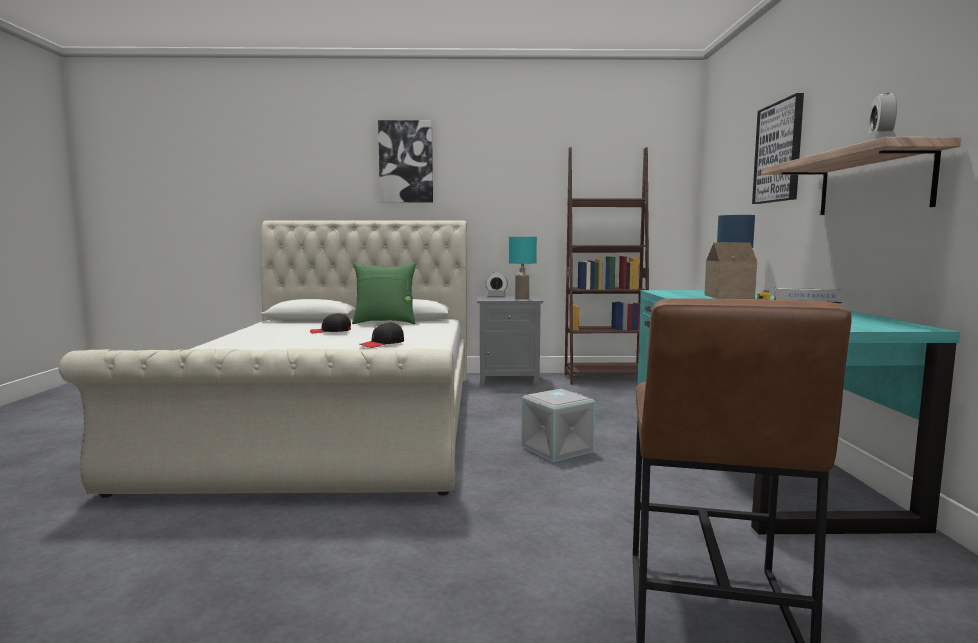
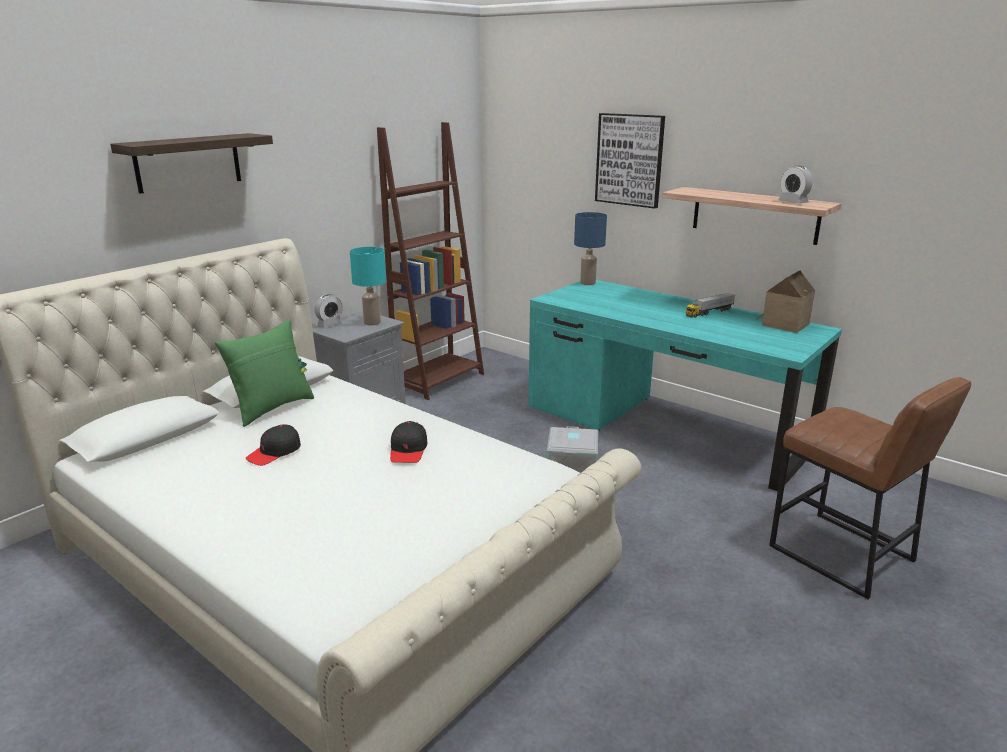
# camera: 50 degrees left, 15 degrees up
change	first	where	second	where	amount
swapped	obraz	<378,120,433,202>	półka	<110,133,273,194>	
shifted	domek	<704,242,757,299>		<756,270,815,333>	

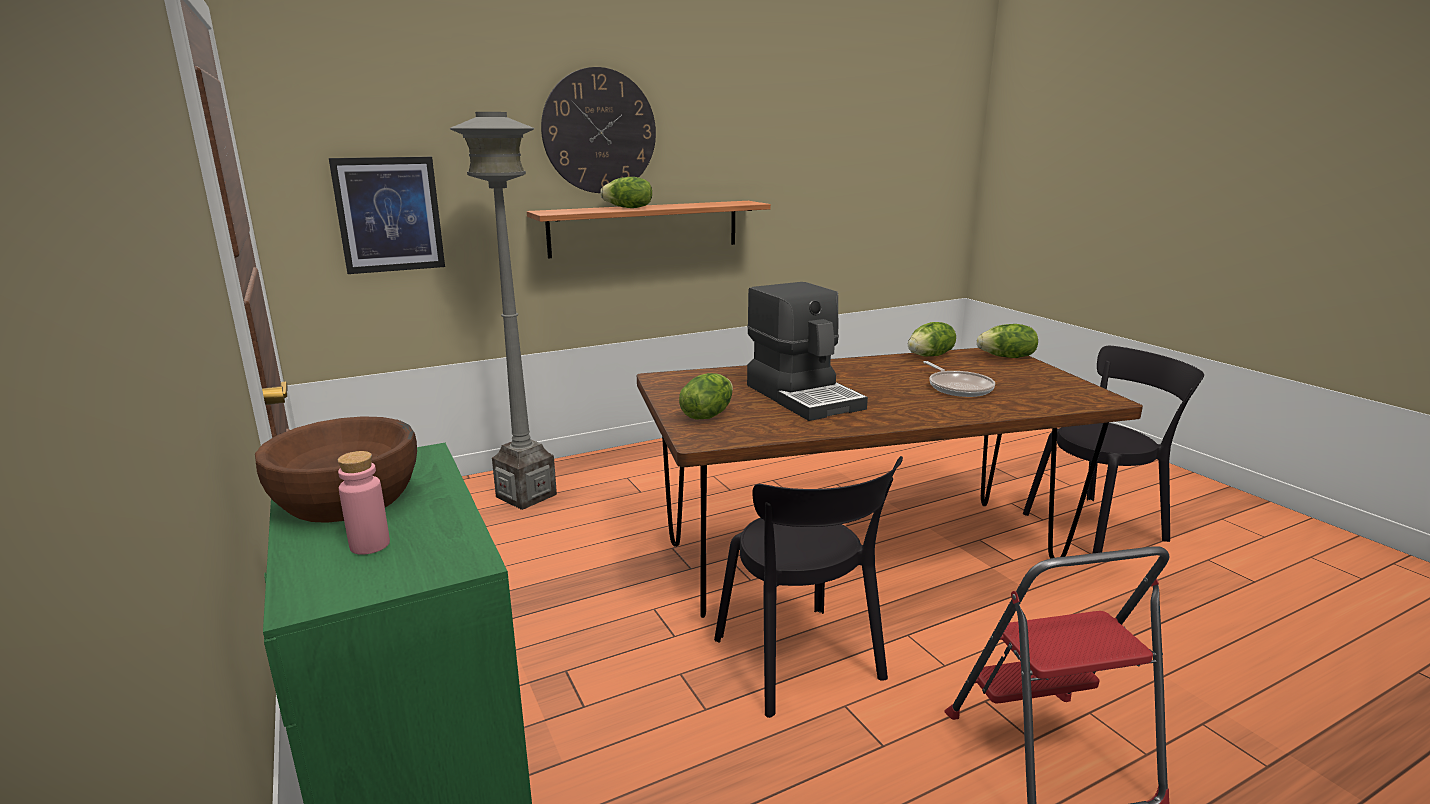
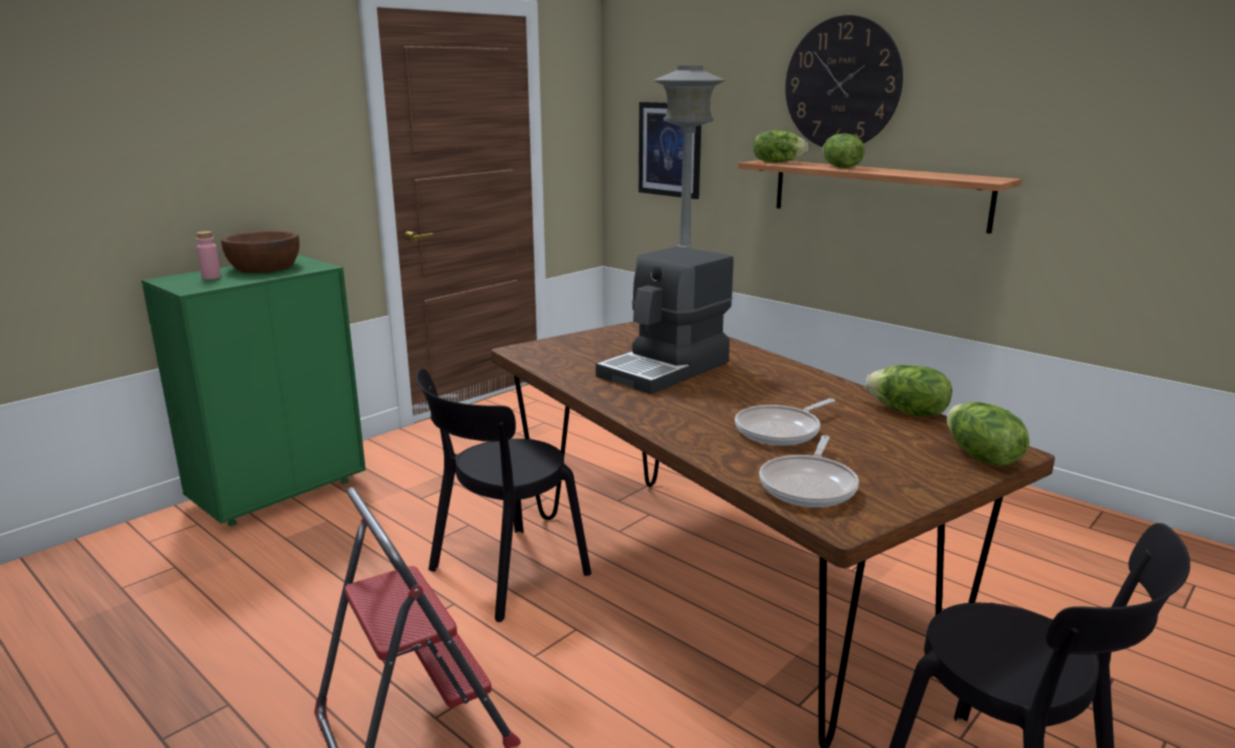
# camera: 70 degrees right, 0 degrees up
change	first	where	second	where	amount
shifted	sałata	<679,373,733,420>		<753,130,808,163>	
new			patelnia	<759,435,859,507>	

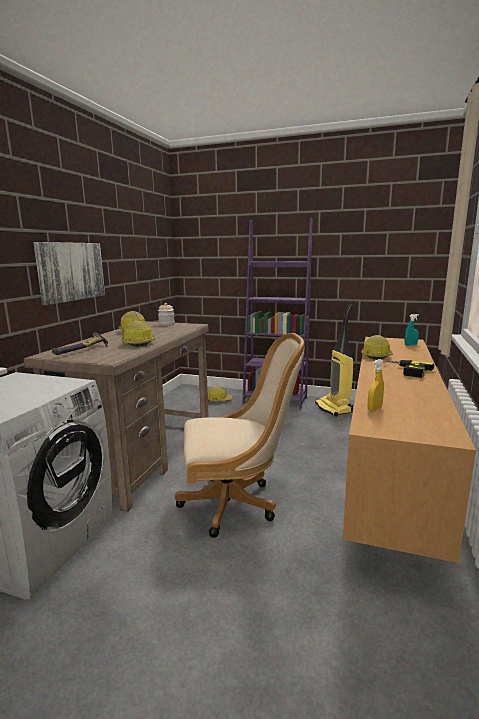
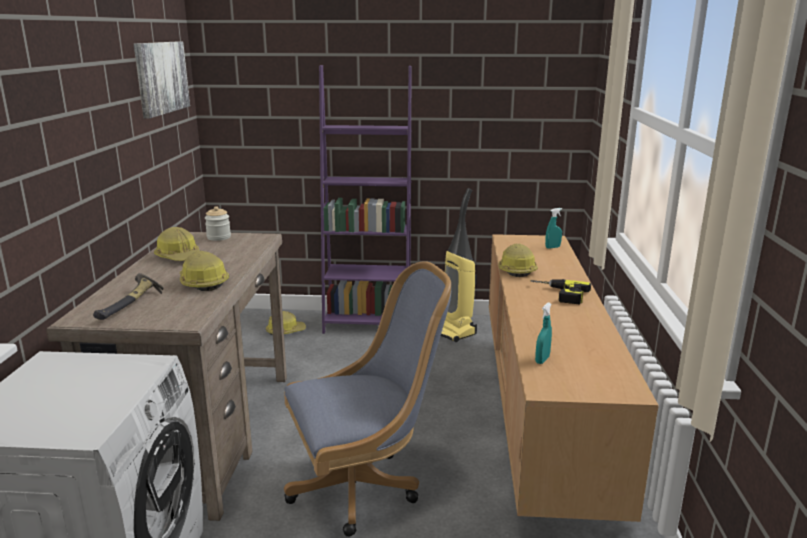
# camera: 15 degrees left, 5 degrees up
change	first	where	second	where	amount
shifted	obraz	<33,242,105,305>		<134,41,190,119>	
repainted	krzesło biurowe (beżowy)	<175,333,304,538>	krzesło biurowe (niebieski)	<284,261,451,537>	
repainted	spryskiwacz (żółty)	<368,359,384,412>	spryskiwacz (turkusowy)	<535,302,552,364>	

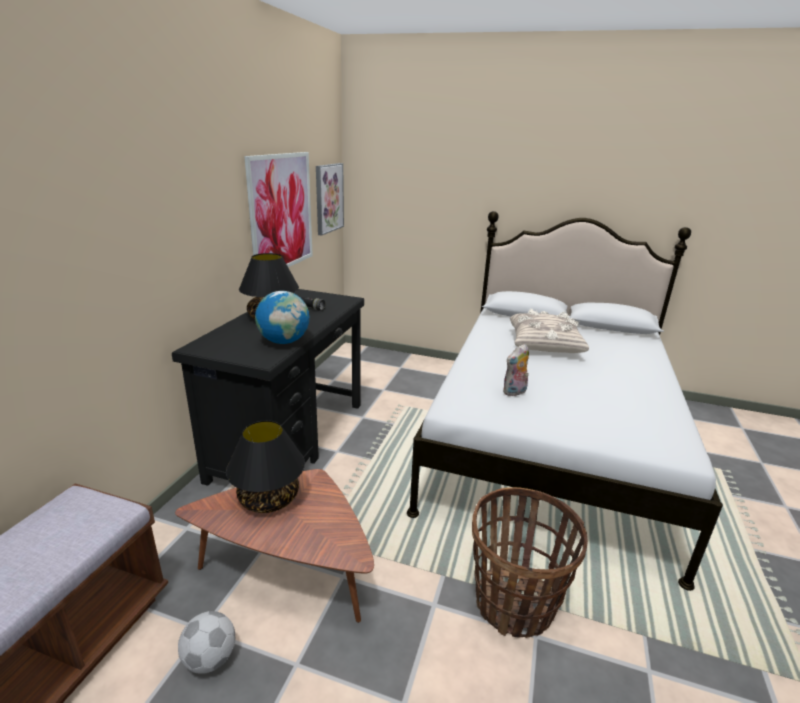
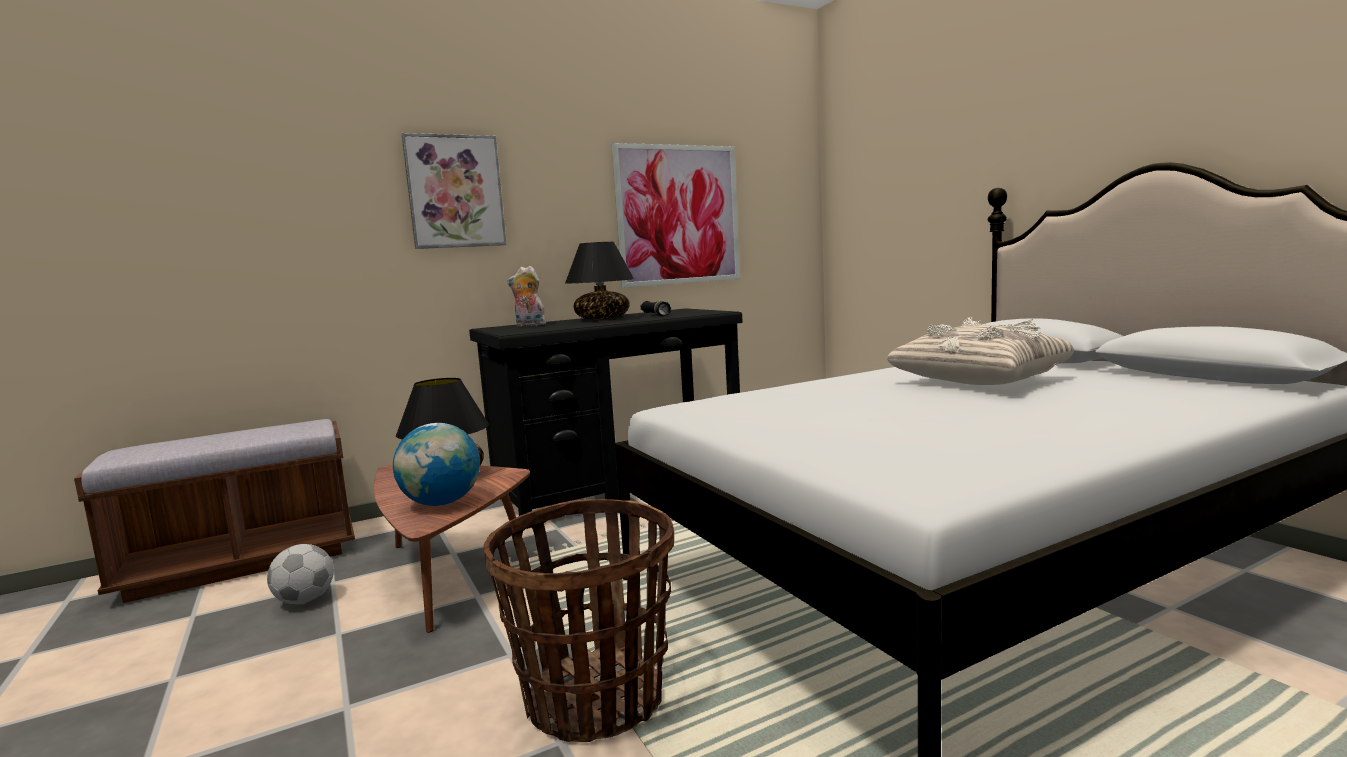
# camera: 45 degrees right, 15 degrees down
change	first	where	second	where	amount
shifted	globus	<255,291,310,344>		<393,423,480,506>	
shifted	obraz	<316,163,344,236>		<402,133,507,249>	
shifted	pluszak	<503,344,529,396>		<507,266,546,326>	

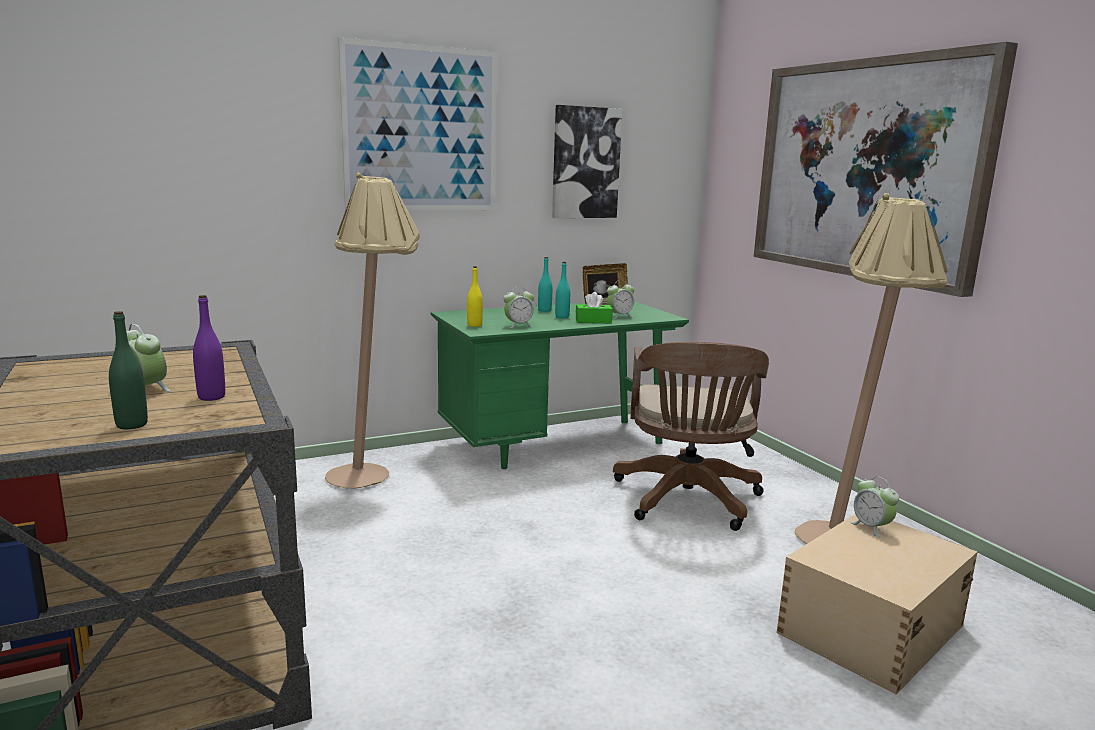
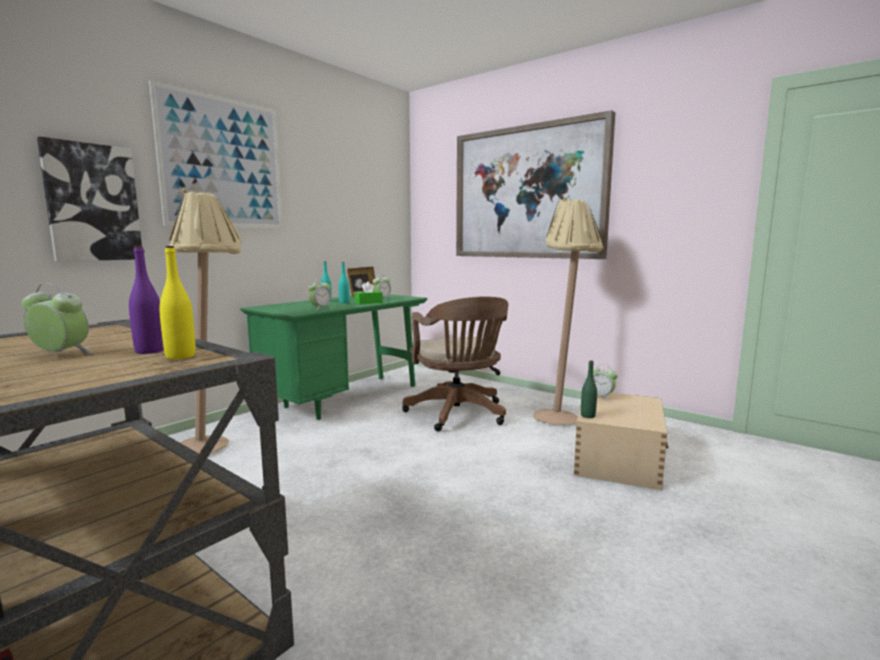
# camera: 25 degrees left, 5 degrees down
change	first	where	second	where	amount
shifted	obraz	<552,105,623,218>		<37,136,142,261>	
shifted	butelka (żółty)	<467,266,483,327>		<159,246,196,359>	
shifted	butelka (zielony)	<109,311,148,429>		<581,360,597,418>	

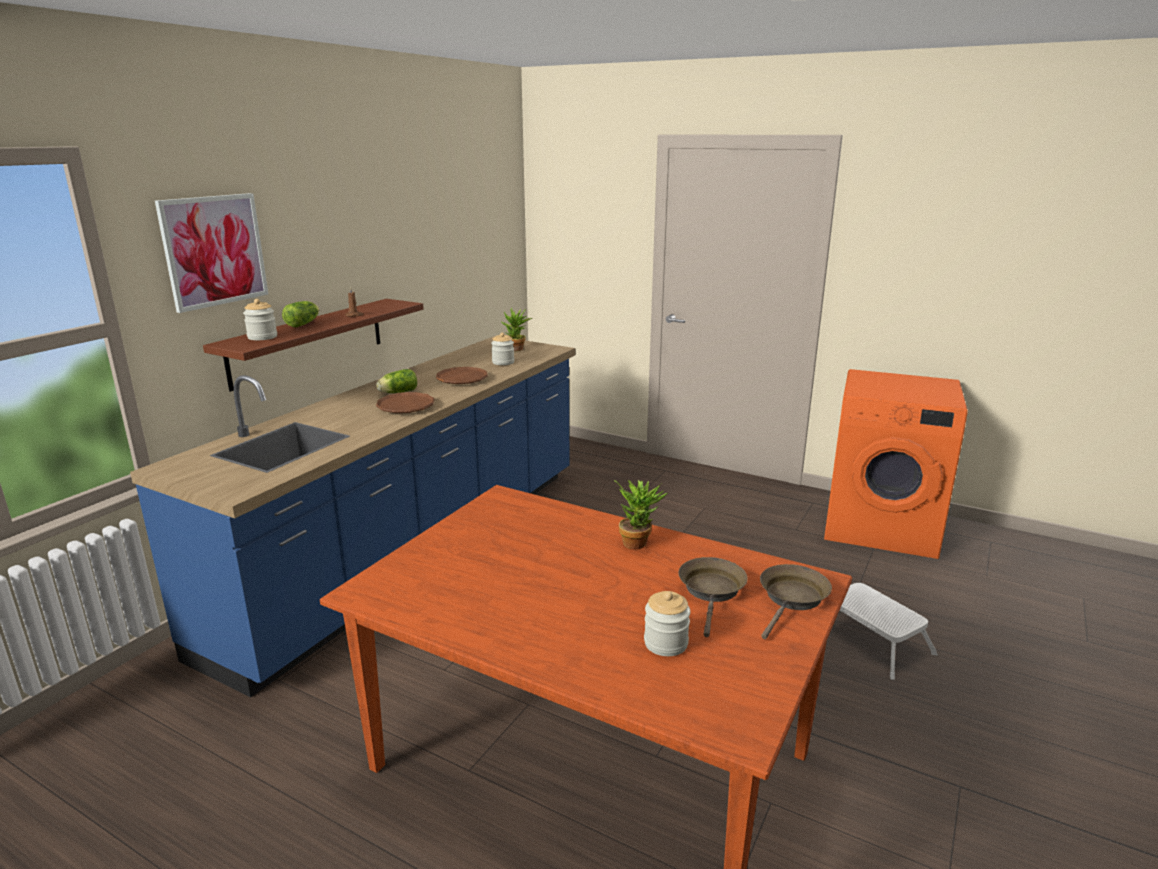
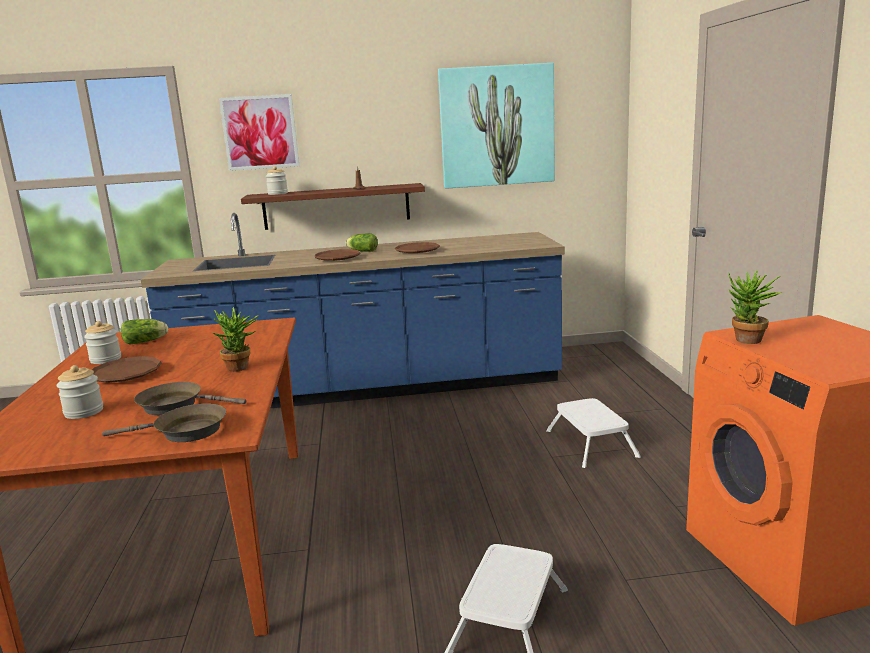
# camera: 55 degrees right, 5 degrees down
change	first	where	second	where	amount
shifted	słoik	<491,333,514,365>		<84,321,121,364>	
new			talerz (brązowy)	<92,356,162,383>	
shifted	sałata	<282,301,319,327>		<121,319,168,344>	
rotated	patelnia (brązowy)	<678,557,748,637>		<134,382,246,415>	150 degrees counterclockwise
new			obraz	<438,63,555,189>	
new			drabinka (biały)	<546,398,641,468>	
shifted	roślina doniczkowa	<501,308,532,351>		<729,270,782,344>	

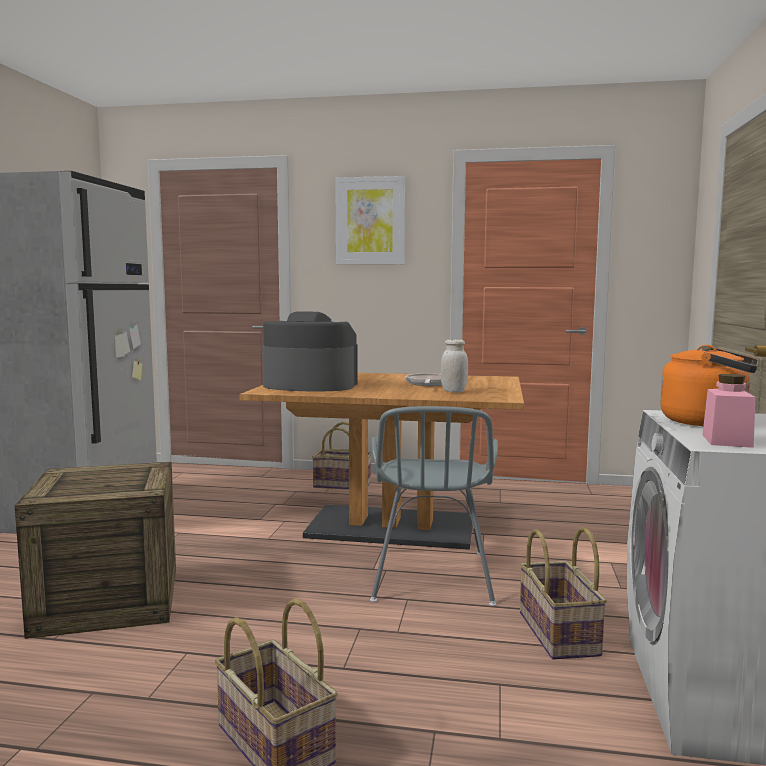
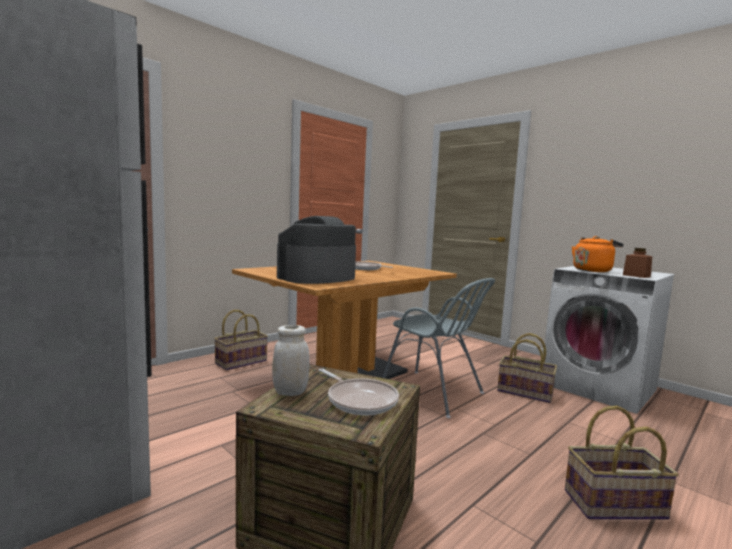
# camera: 55 degrees left, 0 degrees up
change	first	where	second	where	amount
shifted	słoik (biały)	<441,339,468,392>		<272,325,310,396>	
new			patelnia	<318,368,399,415>	
repainted	słoik (różowy)	<702,374,755,448>	słoik (brązowy)	<623,248,652,278>	
gone	obraz	<335,176,405,265>			

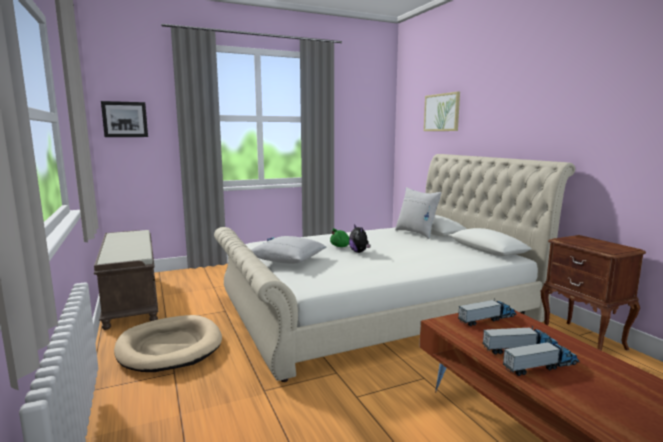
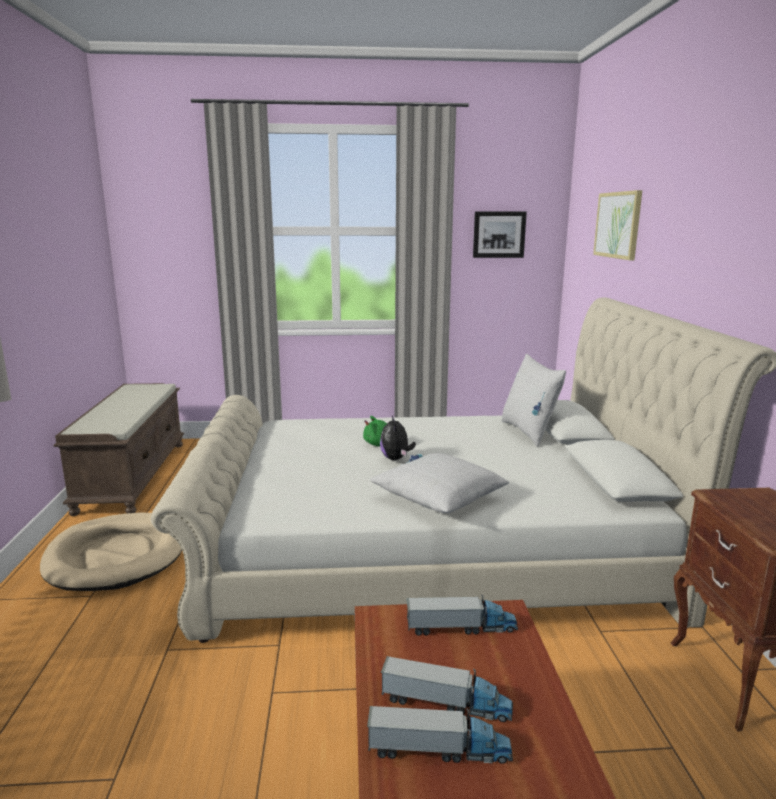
# camera: 20 degrees right, 5 degrees up
change	first	where	second	where	amount
shifted	poduszka (szary)	<251,236,326,264>		<370,453,509,513>	
shifted	obraz	<101,101,148,137>		<473,211,527,258>	

